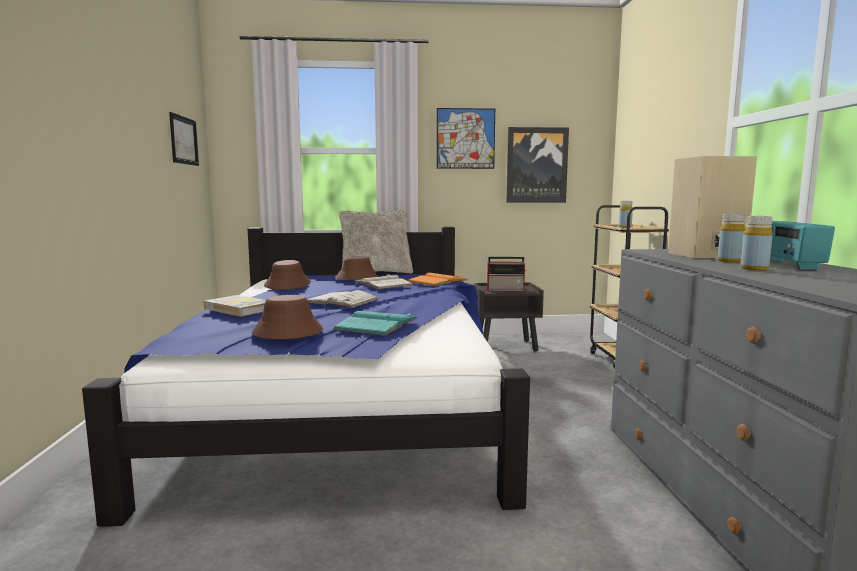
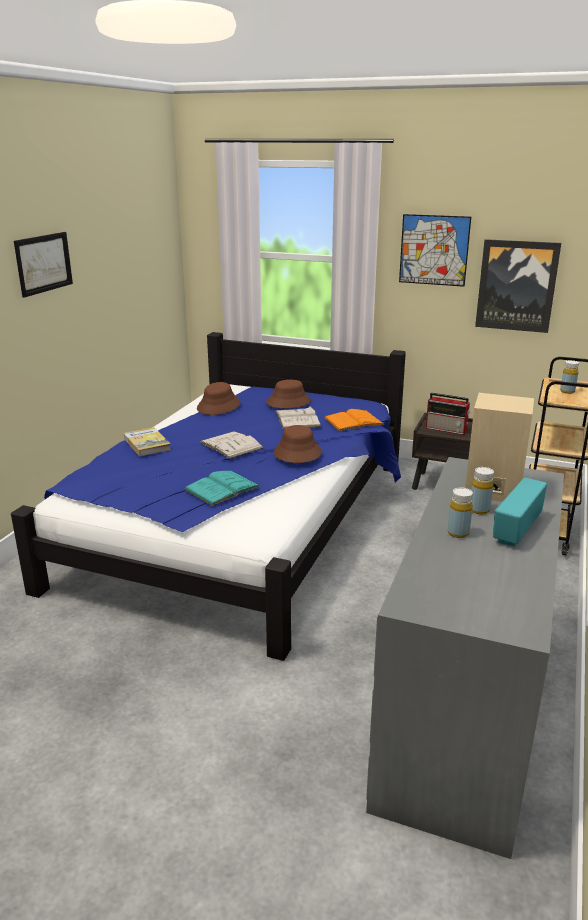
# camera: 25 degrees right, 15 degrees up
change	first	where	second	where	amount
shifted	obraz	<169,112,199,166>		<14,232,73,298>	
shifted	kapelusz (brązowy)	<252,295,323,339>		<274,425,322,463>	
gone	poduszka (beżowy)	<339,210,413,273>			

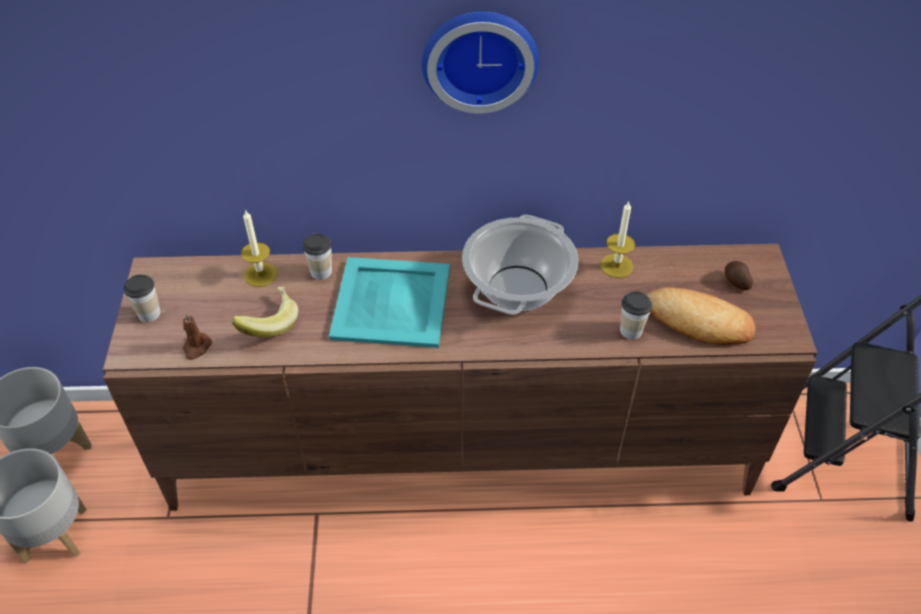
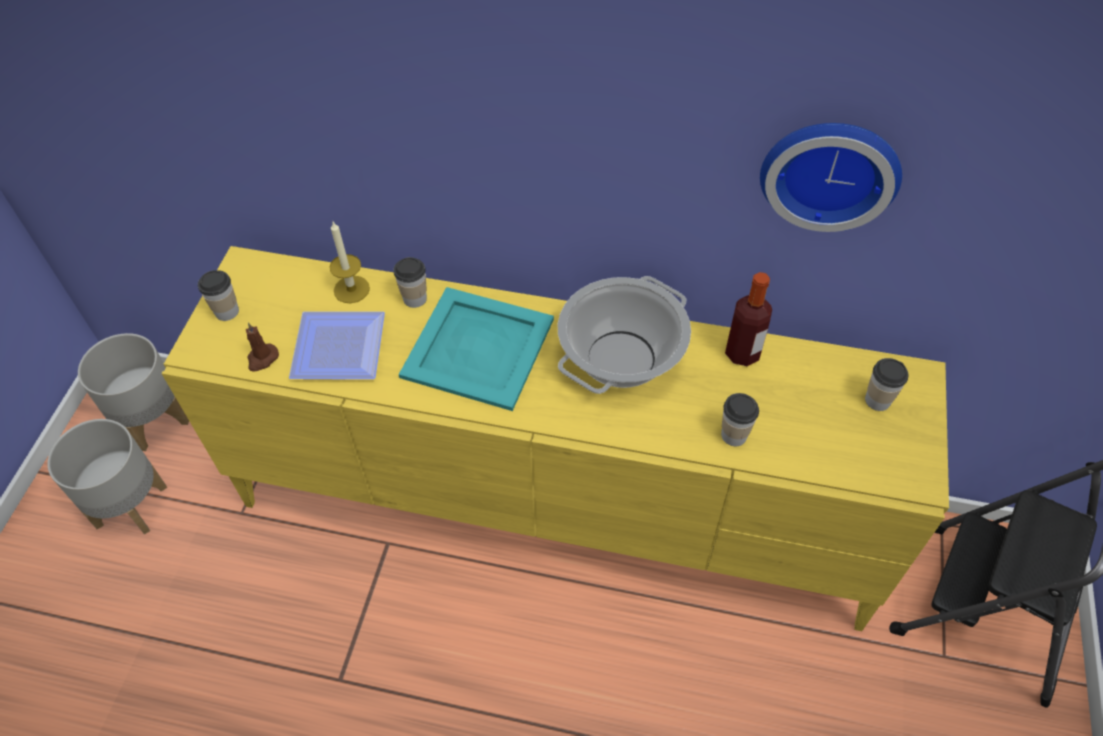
# camera: 15 degrees right, 5 degrees up
change	first	where	second	where	amount
repainted	szafka (brązowy)	<103,244,817,511>	szafka (żółty)	<161,246,949,631>	
swapped	banan	<232,287,299,337>	talerz	<289,312,385,379>	
swapped	świeca	<600,201,635,278>	butelka	<725,272,772,366>	
shifted	zegar ścienny	<422,11,539,113>		<760,123,902,232>	
swapped	ziemniak	<725,261,753,290>	filiżanka	<865,358,908,411>	
gone	chleb	<647,287,756,345>			

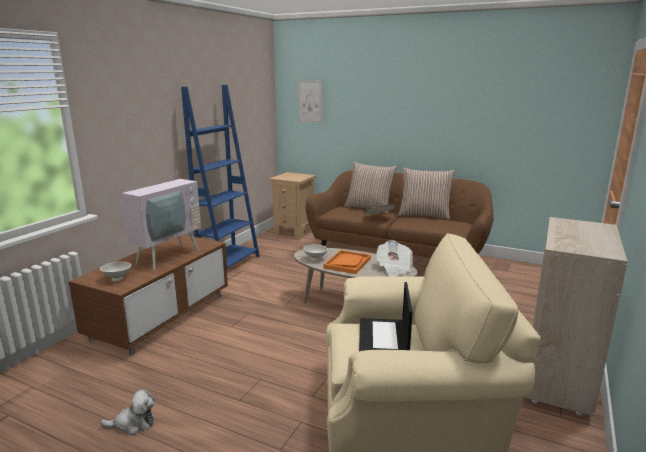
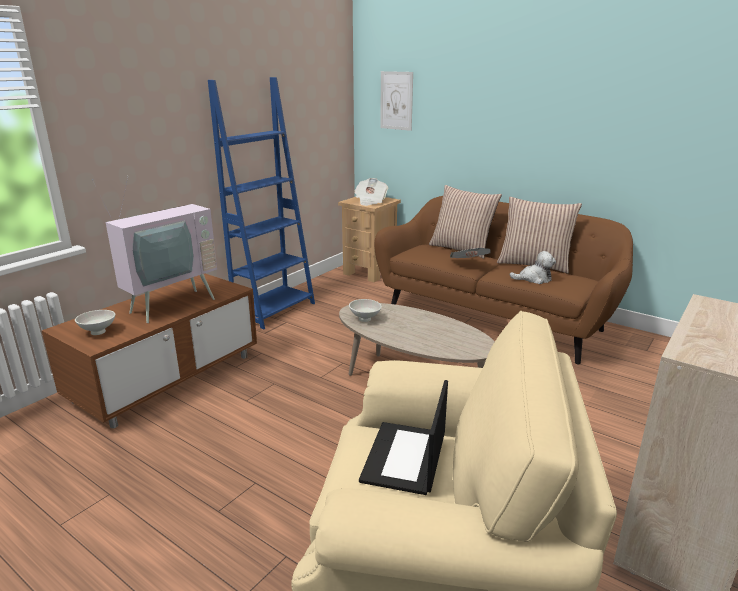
# camera: 10 degrees right, 5 degrees up
change	first	where	second	where	amount
shifted	gazeta	<375,240,413,276>		<354,178,388,206>	
shifted	pluszak	<100,389,155,436>		<509,251,556,284>	
gone	taca (pomarańczowy)	<324,250,371,274>			

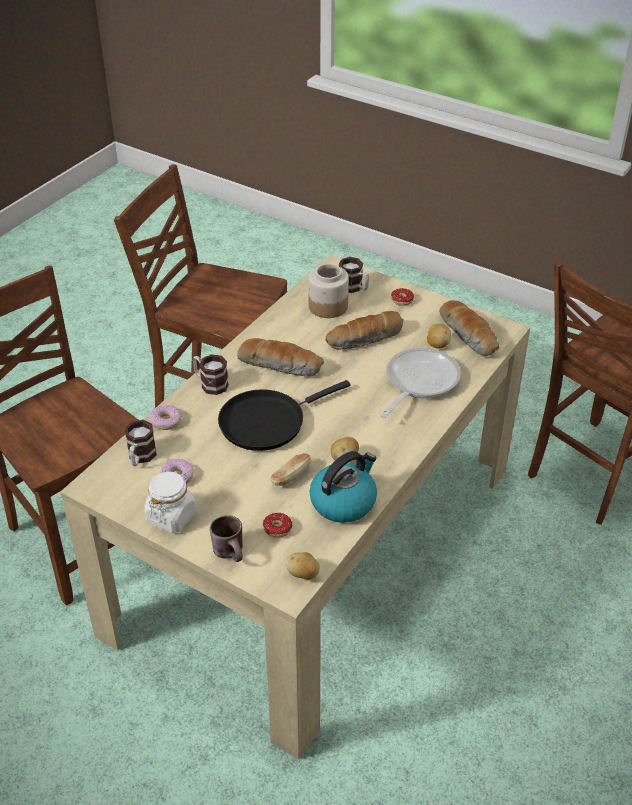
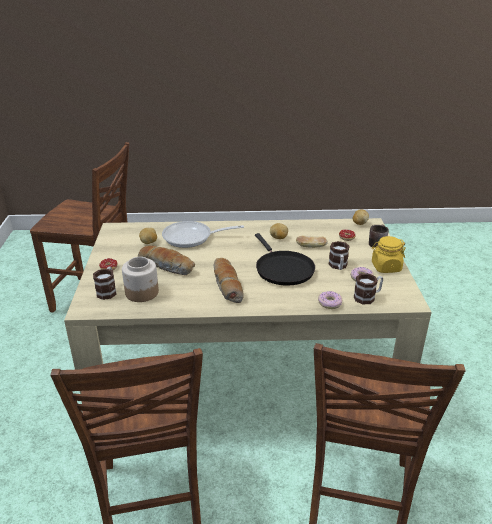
# camera: 125 degrees left, 10 degrees down
change	first	where	second	where	amount
rotated	patelnia (czarny)	<218,380,351,451>		<255,233,315,286>	45 degrees clockwise
shifted	kubek	<193,354,229,395>		<328,241,350,270>	
repainted	słoik (biały)	<144,470,197,533>	słoik (żółty)	<372,236,406,273>	
gone	czajnik	<309,451,377,523>			
gone	chleb	<439,300,499,357>			

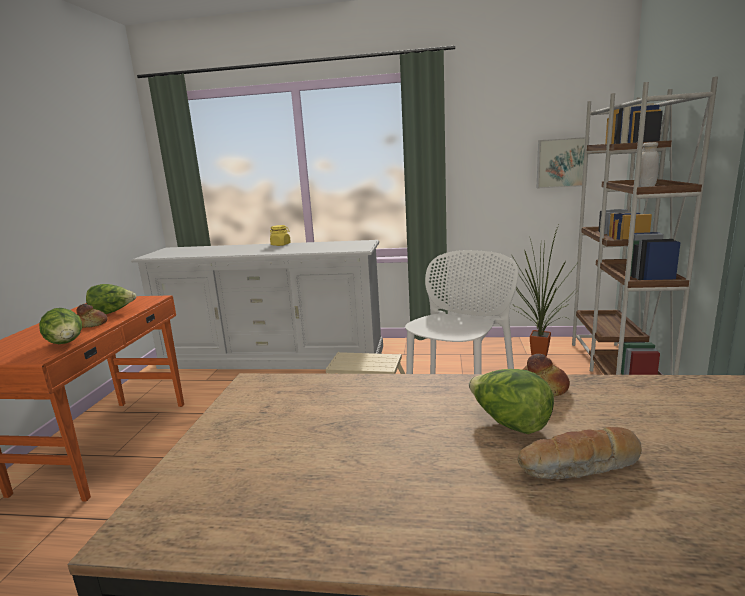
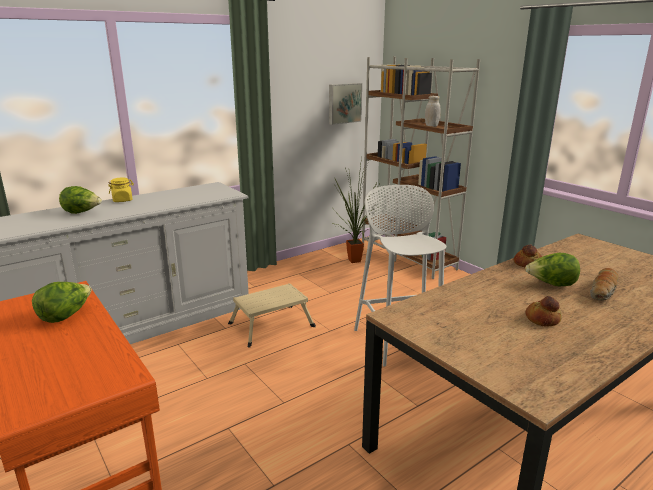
# camera: 45 degrees left, 5 degrees up
change	first	where	second	where	amount
shifted	sałata	<39,308,82,344>		<59,186,102,214>	
shifted	chleb	<76,304,107,328>		<526,296,562,327>	

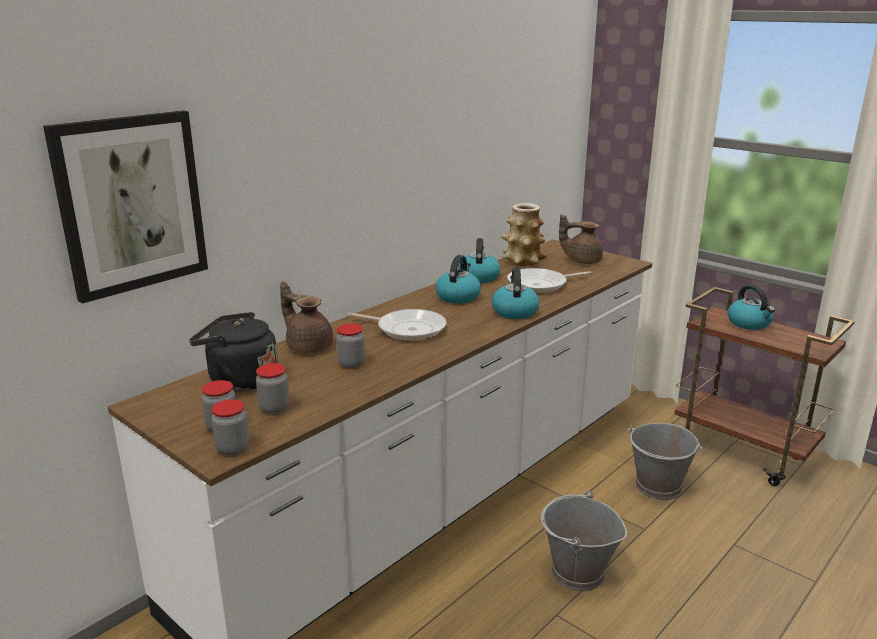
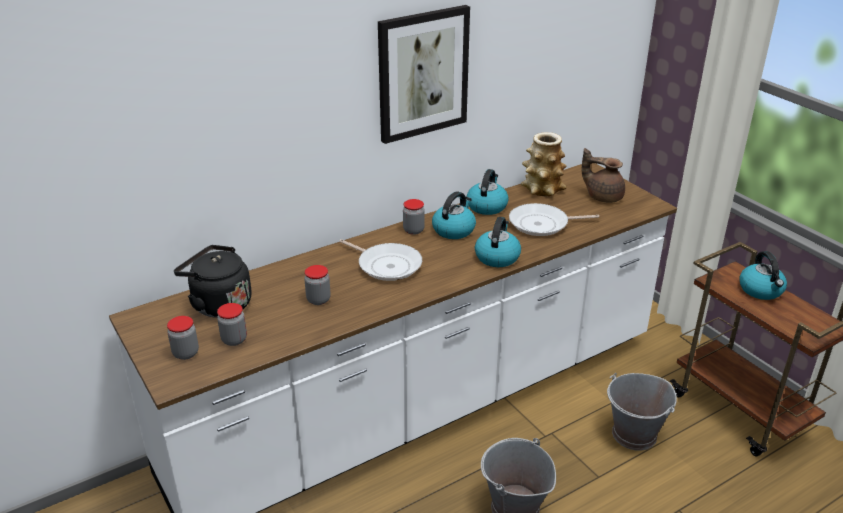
# camera: 15 degrees right, 10 degrees up
change	first	where	second	where	amount
shifted	obraz	<43,110,208,304>		<378,5,470,144>	
shifted	słoik	<211,399,249,455>		<403,199,425,235>	
gone	imbryk (brązowy)	<280,281,333,353>			

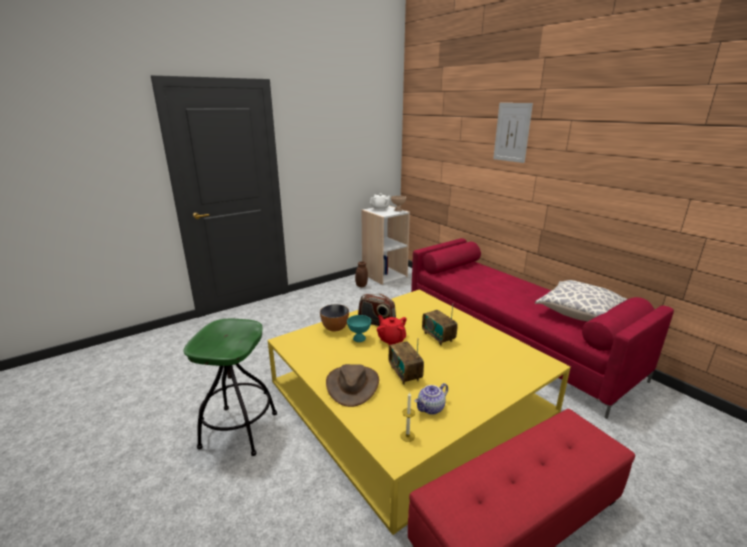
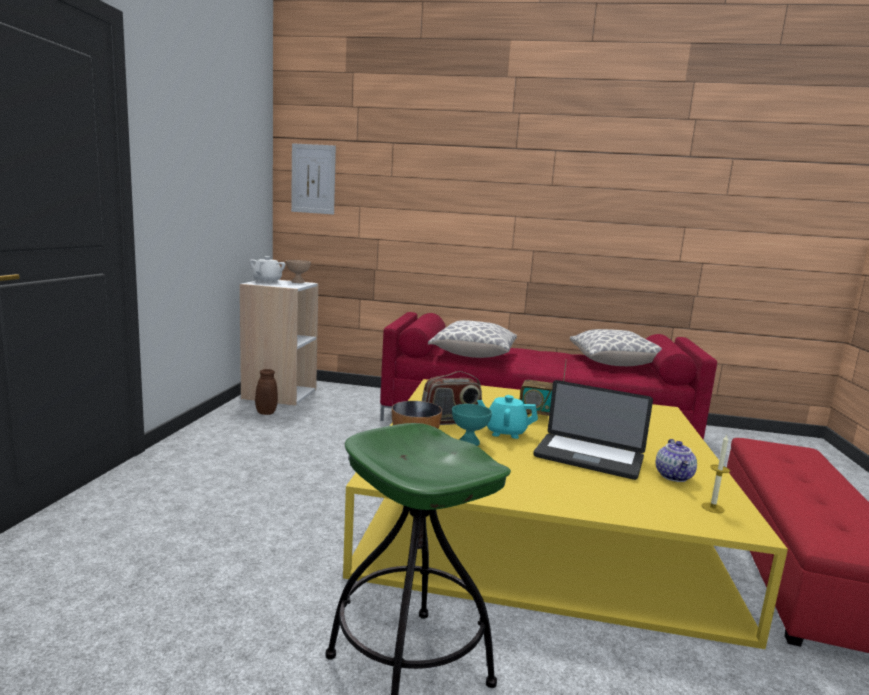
# camera: 45 degrees left, 10 degrees down
change	first	where	second	where	amount
shifted	obraz	<493,103,533,163>		<291,143,336,214>	
new			poduszka	<428,320,517,358>	
repainted	imbryk (czerwony)	<377,315,407,345>	imbryk (turkusowy)	<477,395,538,439>	
swapped	radio	<389,338,424,385>	laptop	<533,380,653,480>	
gone	kapelusz (brązowy)	<326,364,379,407>			

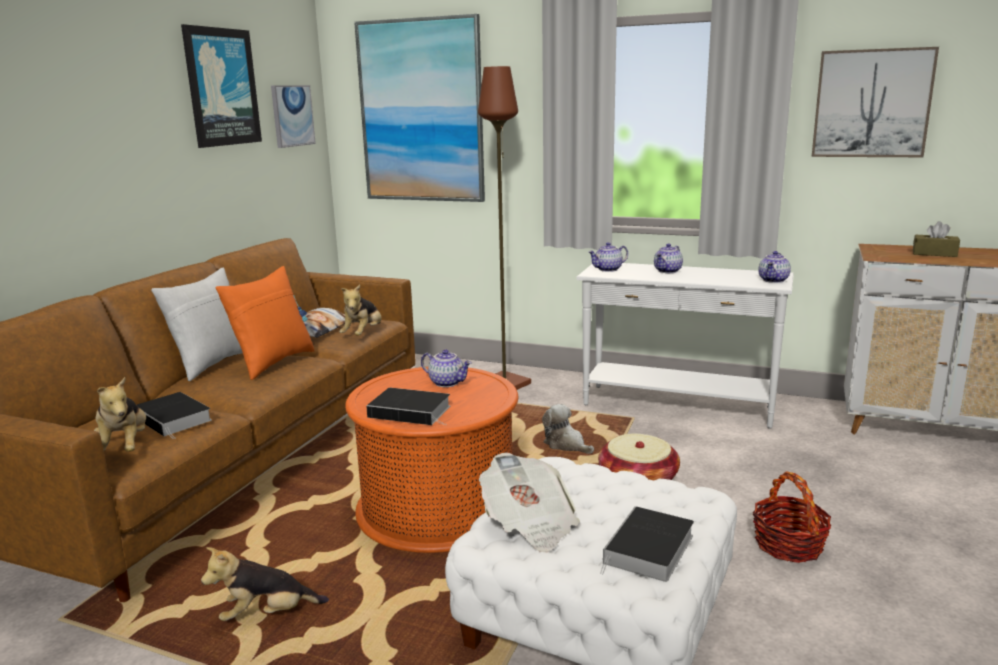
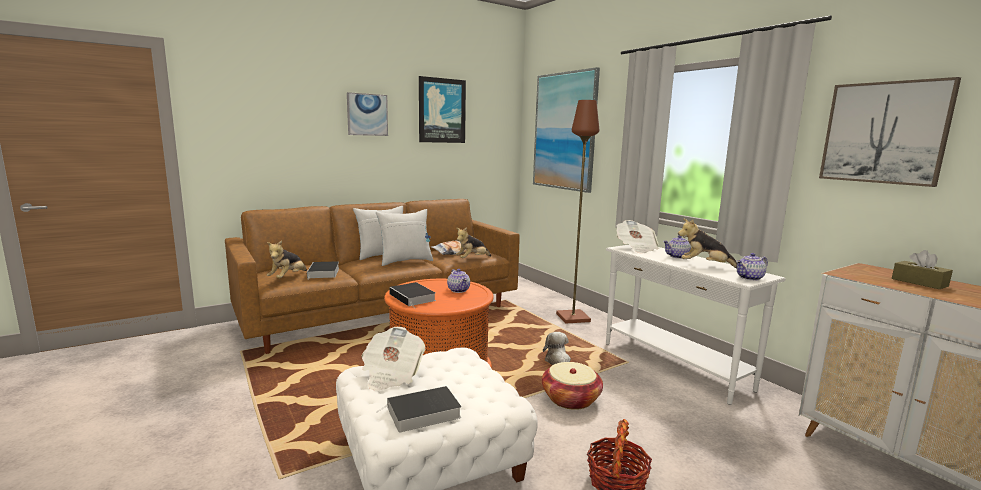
# camera: 35 degrees right, 5 degrees down
change	first	where	second	where	amount
shifted	obraz	<271,85,316,148>		<347,92,388,136>	
repainted	poduszka (pomarańczowy)	<216,266,315,380>	poduszka (szary)	<376,209,433,266>	
swapped	imbryk	<588,242,628,272>	gazeta	<617,220,659,253>	
shifted	pluszak	<201,547,329,621>		<678,218,738,268>	

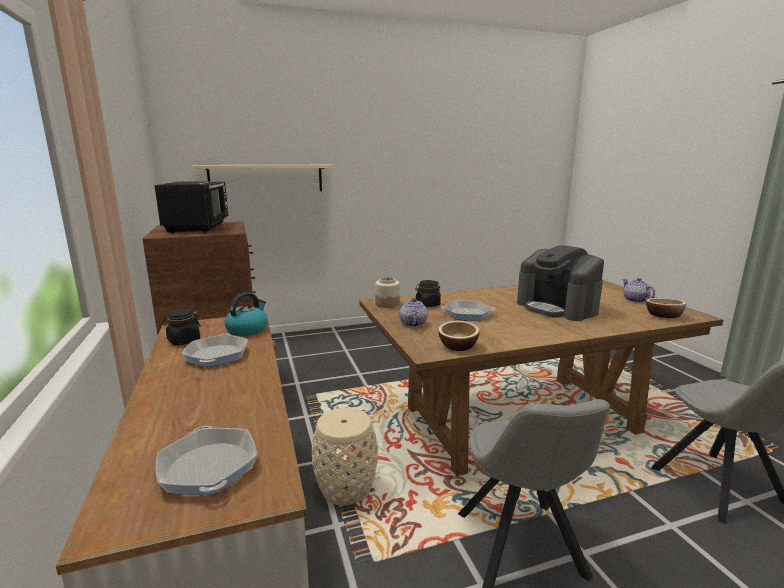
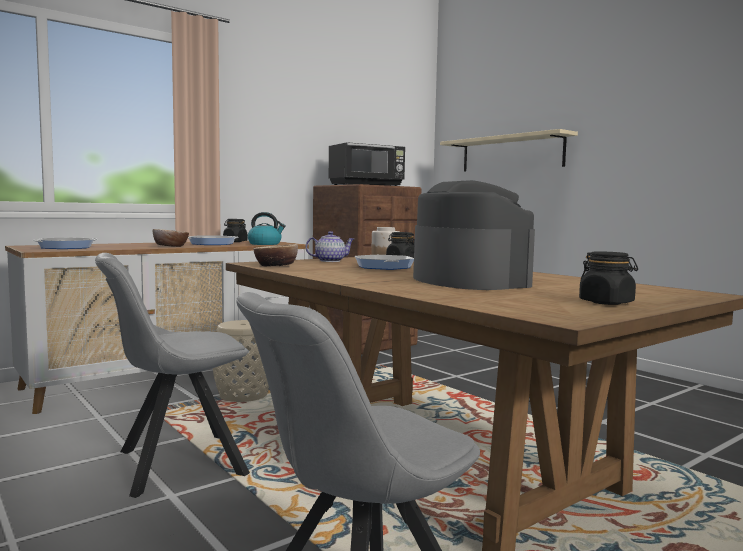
# camera: 70 degrees right, 10 degrees down
change	first	where	second	where	amount
shifted	miska	<646,298,686,318>		<153,229,189,247>	
rotated	ekspres do kawy	<517,245,604,321>		<413,180,535,290>	120 degrees clockwise
swapped	imbryk	<622,278,655,303>	słoik (czarny)	<579,251,638,305>	

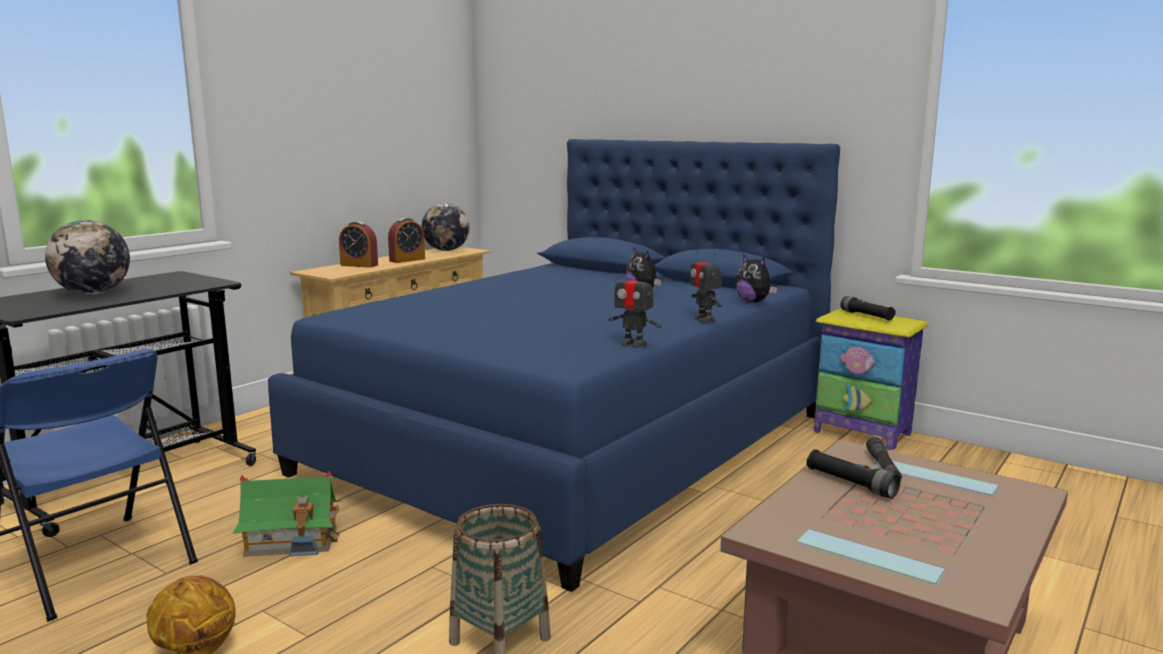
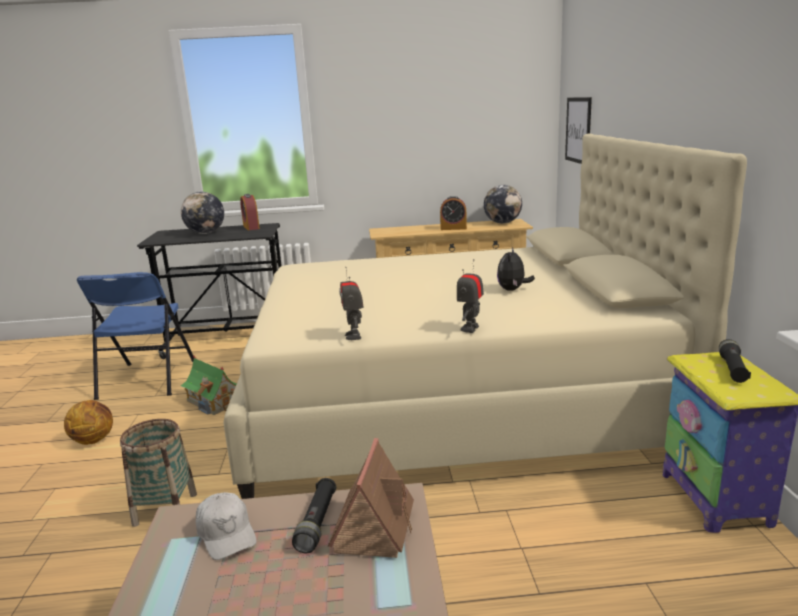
# camera: 50 degrees right, 5 degrees up
change	first	where	second	where	amount
new			czapka z daszkiem (biały)	<196,492,257,560>	
repainted	łóżko (niebieski)	<268,139,840,592>	łóżko (beżowy)	<223,134,747,499>	
shifted	budzik	<339,221,378,268>		<240,194,260,230>	
swapped	latarka (czarny)	<866,437,902,482>	domek	<327,438,414,558>	
new			obraz	<565,97,592,164>	
gone	pluszak	<736,254,777,302>			

